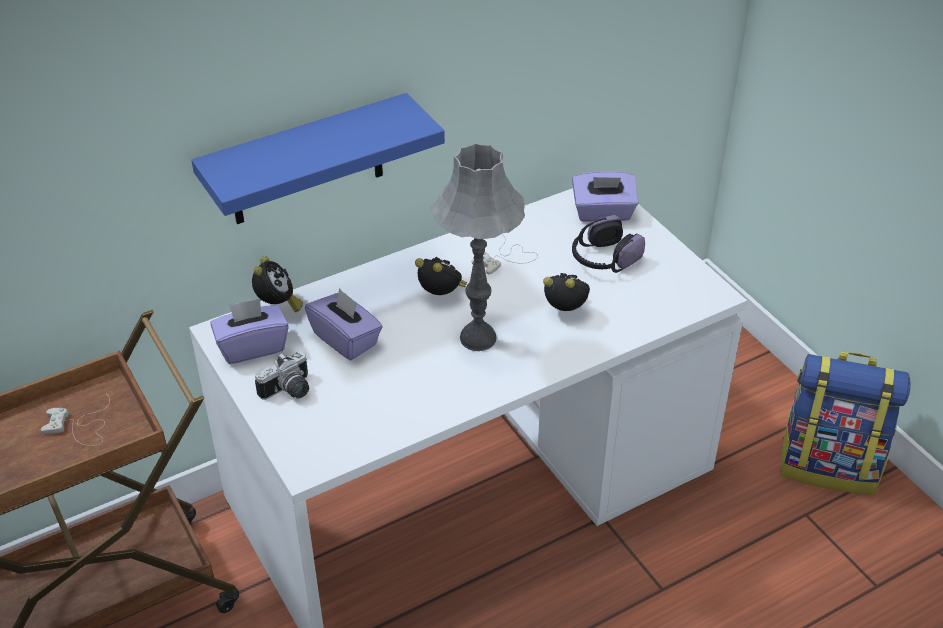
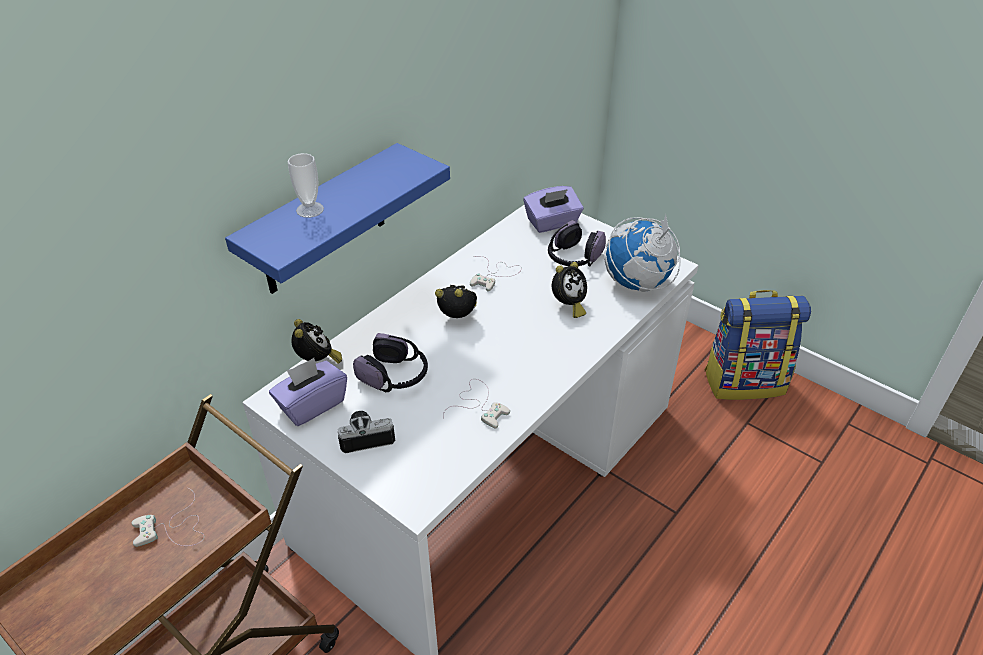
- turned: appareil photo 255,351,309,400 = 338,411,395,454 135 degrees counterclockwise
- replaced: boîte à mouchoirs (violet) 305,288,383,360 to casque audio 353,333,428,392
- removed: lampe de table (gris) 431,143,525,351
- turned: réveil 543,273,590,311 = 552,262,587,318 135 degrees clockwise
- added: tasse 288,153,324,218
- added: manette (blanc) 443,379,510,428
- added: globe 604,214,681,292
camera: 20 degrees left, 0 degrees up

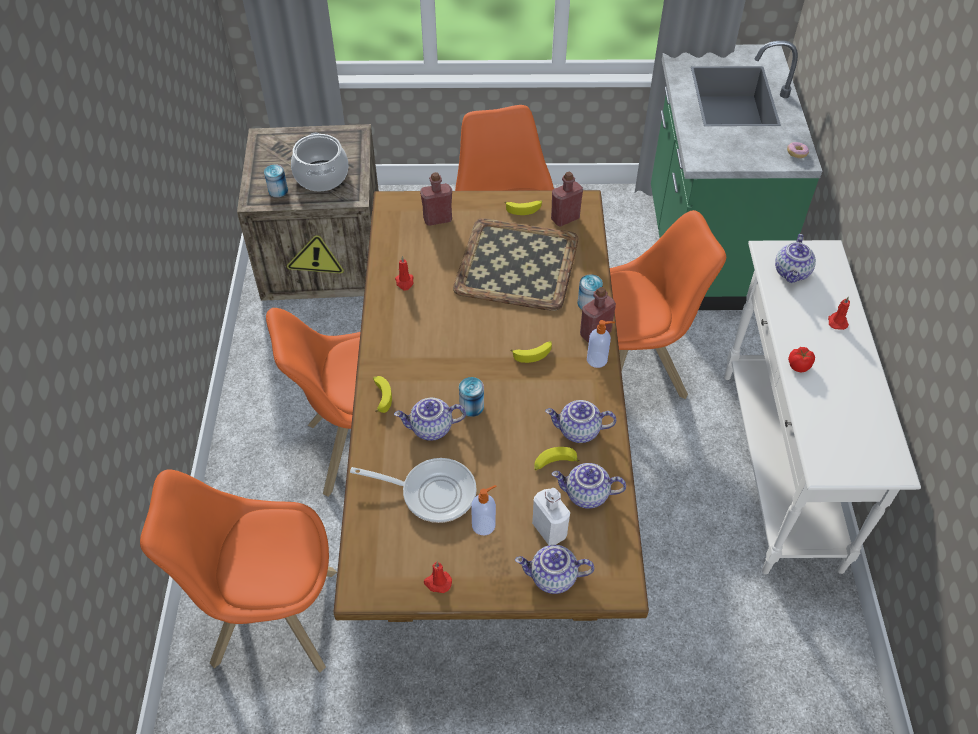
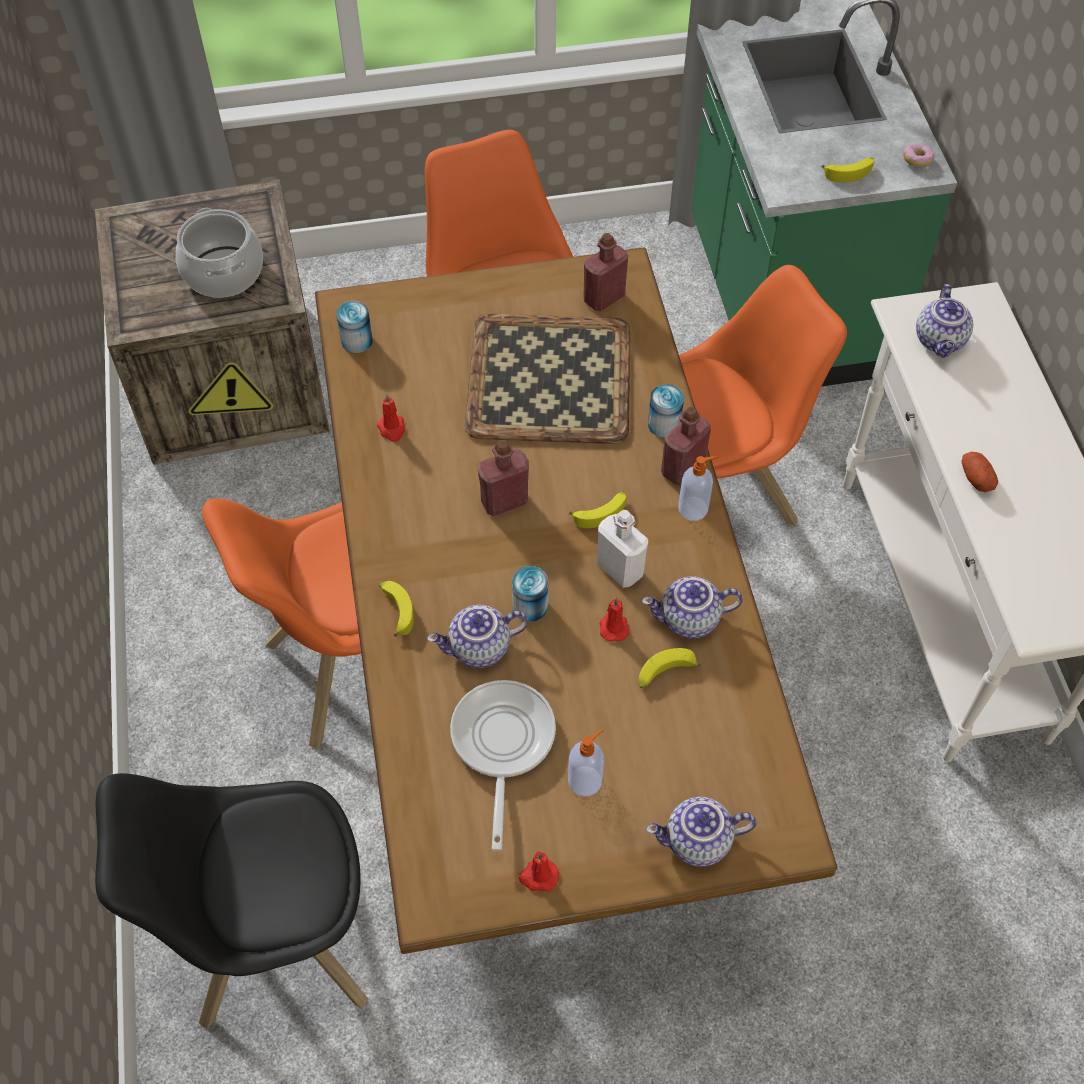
- recoloured: chaise (orange) 140,469,337,672 to chaise (noir) 95,773,368,1029
- moved: boîte métallique 264,164,288,198 to 336,301,373,353
- turned: poêle 350,458,477,523 = 450,680,556,851 90 degrees counterclockwise
- moved: bouteille (rouge) 420,172,452,226 to 478,440,529,516
- moved: banane 505,200,542,215 to 822,157,874,182
- moved: bouteille (blanc) 532,488,570,545 to 597,510,648,588
- removed: théière 552,463,626,509
- replaced: tomate 788,347,815,372 to pomme de terre 961,452,998,492
- moved: bougie (rouge) 828,296,850,330 to 600,597,630,642
camera: 10 degrees left, 5 degrees up

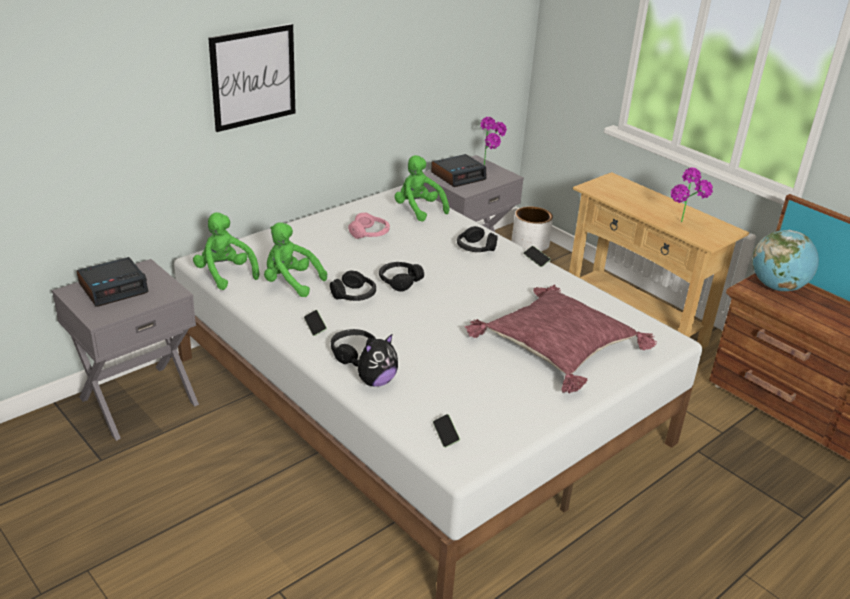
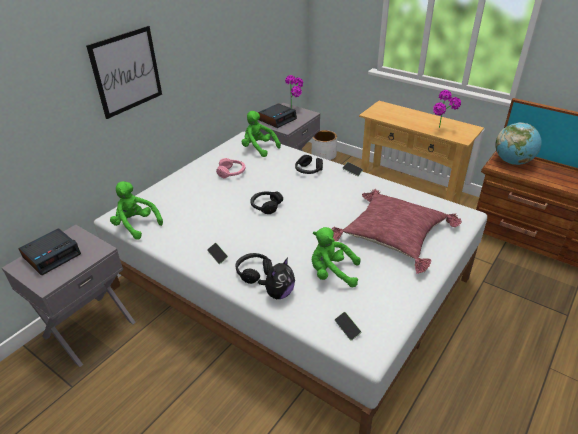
- moved: peluche (vert) 264,222,327,297 to 312,227,361,288
- removed: casque audio (noir) 330,271,376,301
camera: 10 degrees left, 5 degrees up

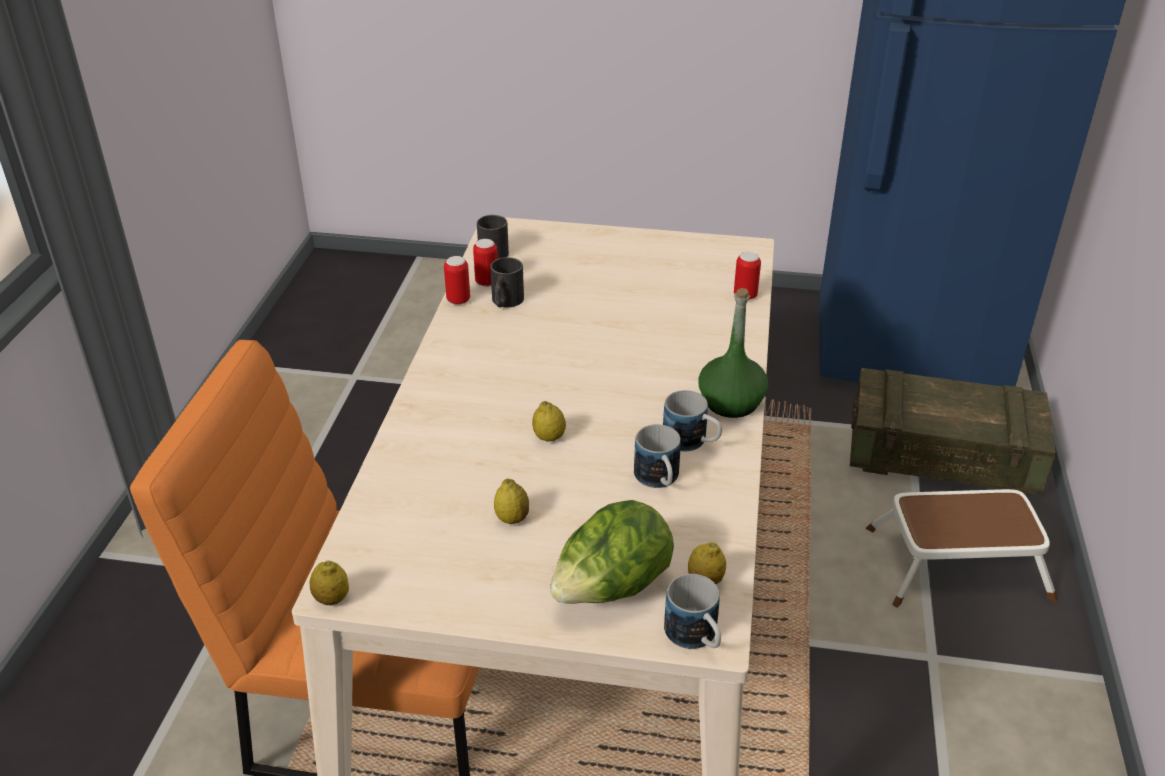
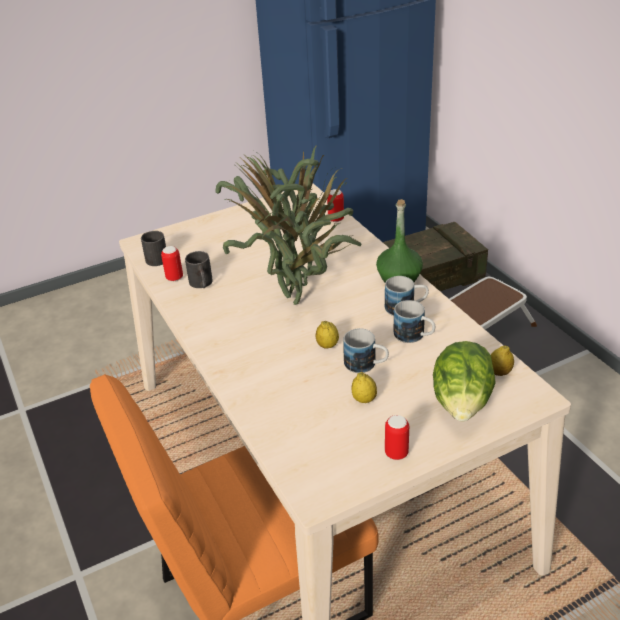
- removed: citron 310,561,349,605
- moved: boîte métallique 444,256,470,305 to 385,415,409,460
- moved: mug 664,574,721,649 to 343,328,389,373
- added: plante en pot 215,146,362,305
camera: 35 degrees left, 0 degrees up

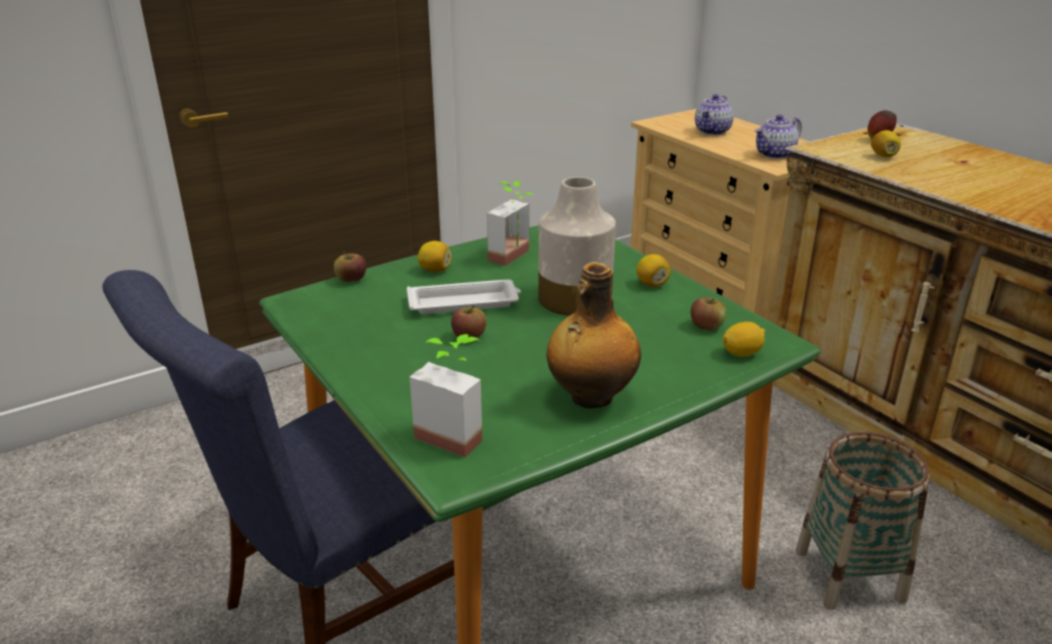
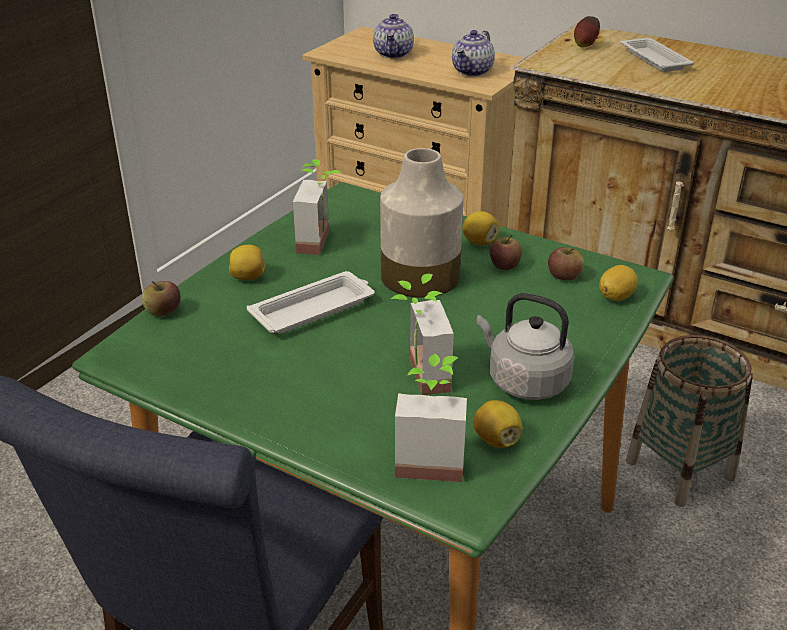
- moved: pomme 451,305,487,338 to 490,235,522,270
- replaced: bouteille 546,262,641,408 to bouilloire (gris) 476,293,574,400
- moved: citron 871,130,901,157 to 473,400,523,448
- added: plante en pot 391,273,454,395
- added: plateau (blanc) 621,38,694,72
camera: 25 degrees left, 5 degrees up

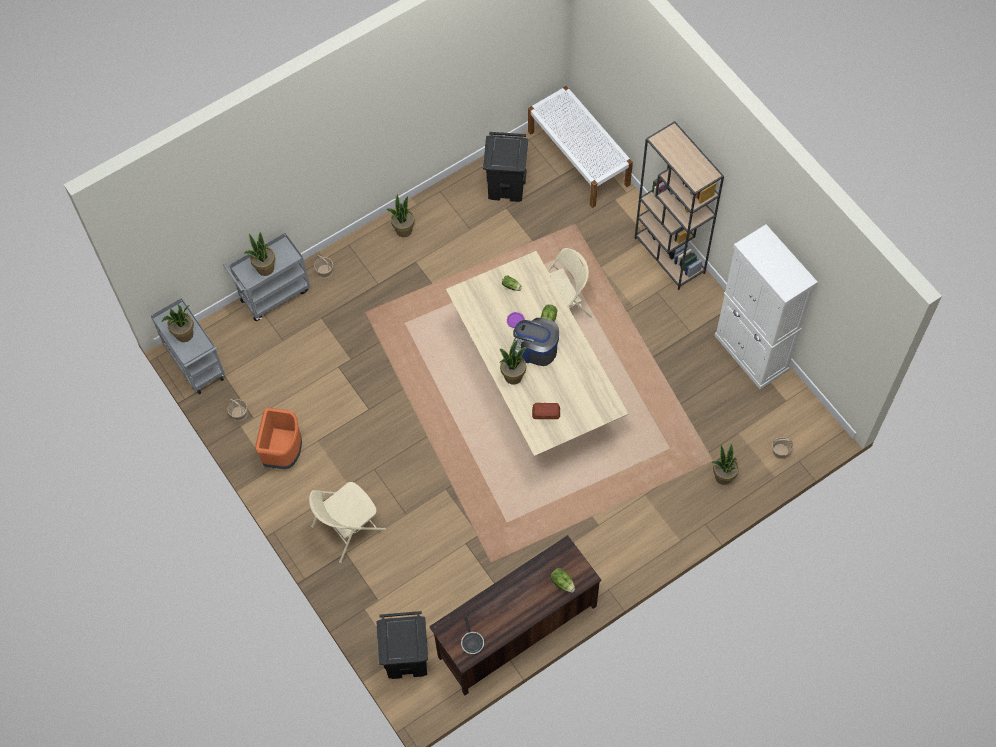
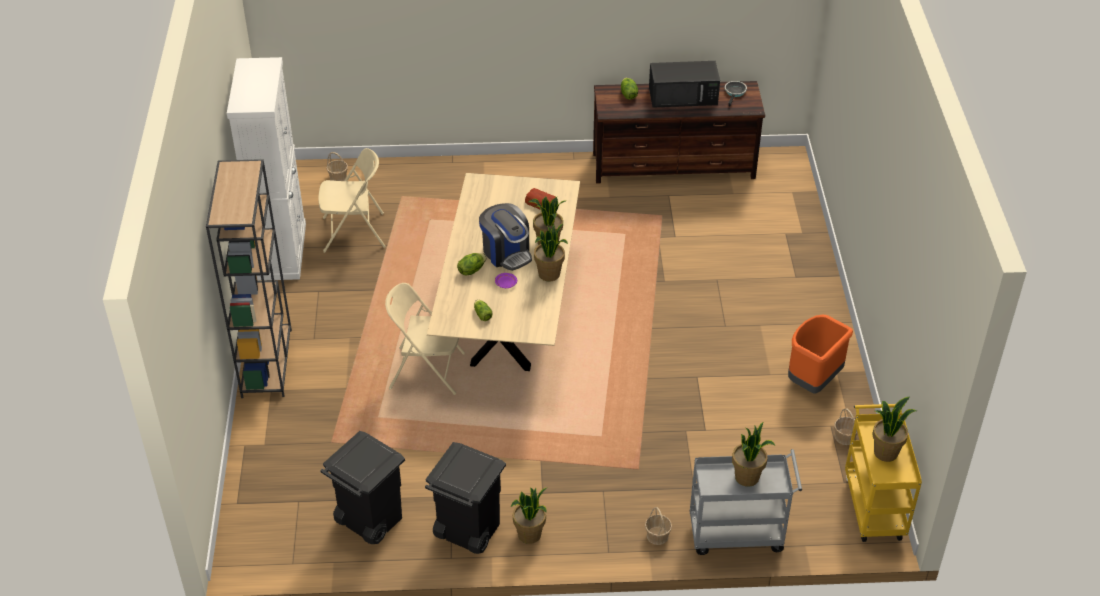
- recoloured: chariot (gris) 151,298,225,395 to chariot (jaune) 845,404,922,542
- moved: chaise (beige) 309,482,386,563 to 318,148,385,253
- moved: poubelle (noir) 376,611,428,679 to 425,442,506,554
- removed: banc (blanc) 528,85,633,208
- moved: plante en pot 711,444,739,485 to 534,224,568,281
- added: micro-ondes (noir) 649,61,720,108
camera: 150 degrees left, 20 degrees down

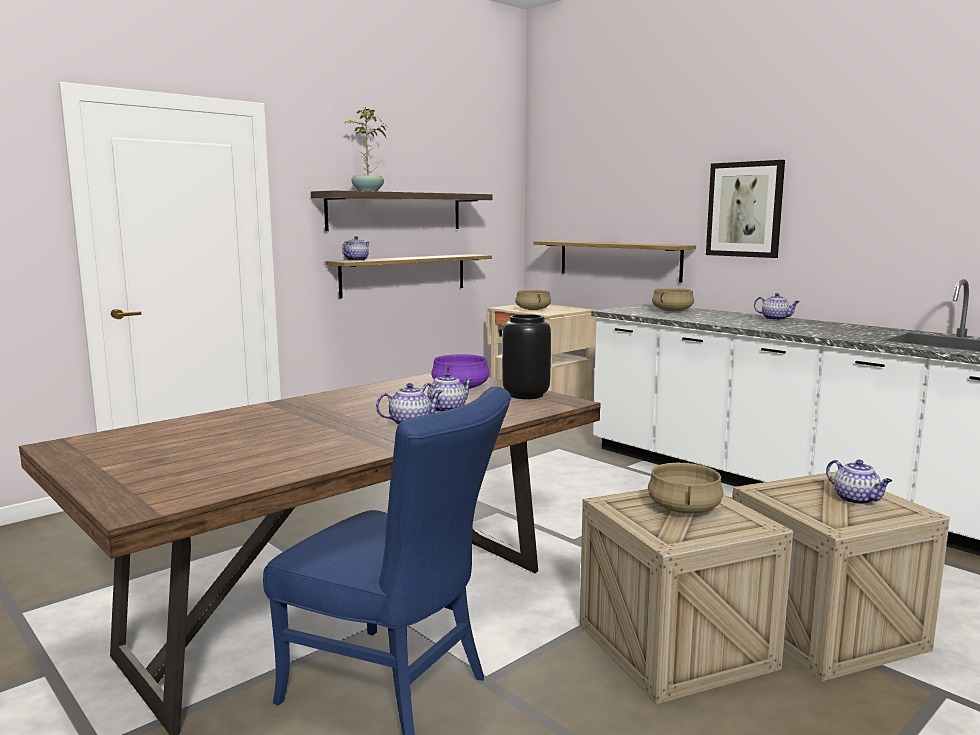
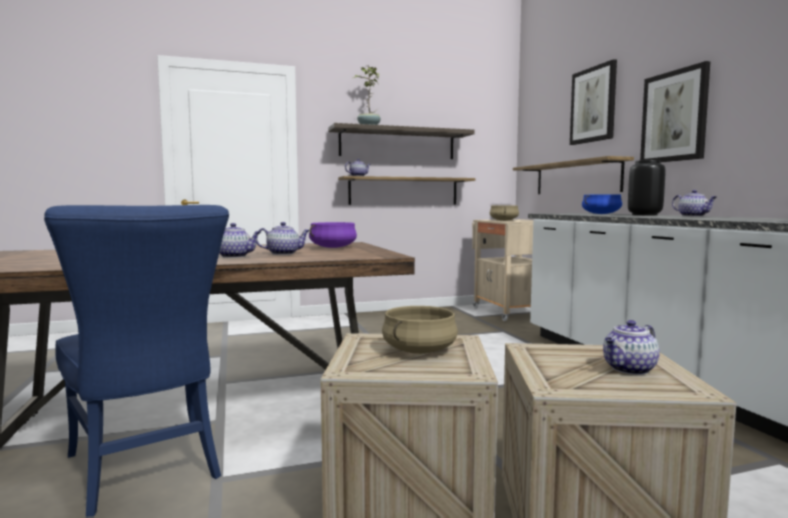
- moved: vase (noir) 502,314,551,399 to 628,160,665,215
- recoloured: marmite (beige) 652,288,694,312 to marmite (bleu) 582,194,622,214
- turned: théière 826,460,892,505 = 603,320,660,375 60 degrees clockwise
- added: tableau 570,59,617,145
camera: 25 degrees right, 5 degrees down

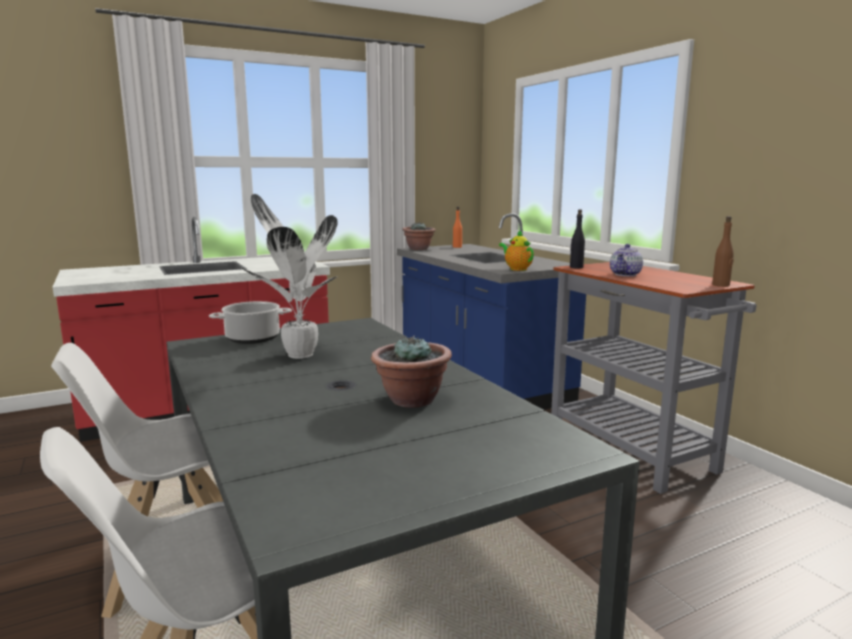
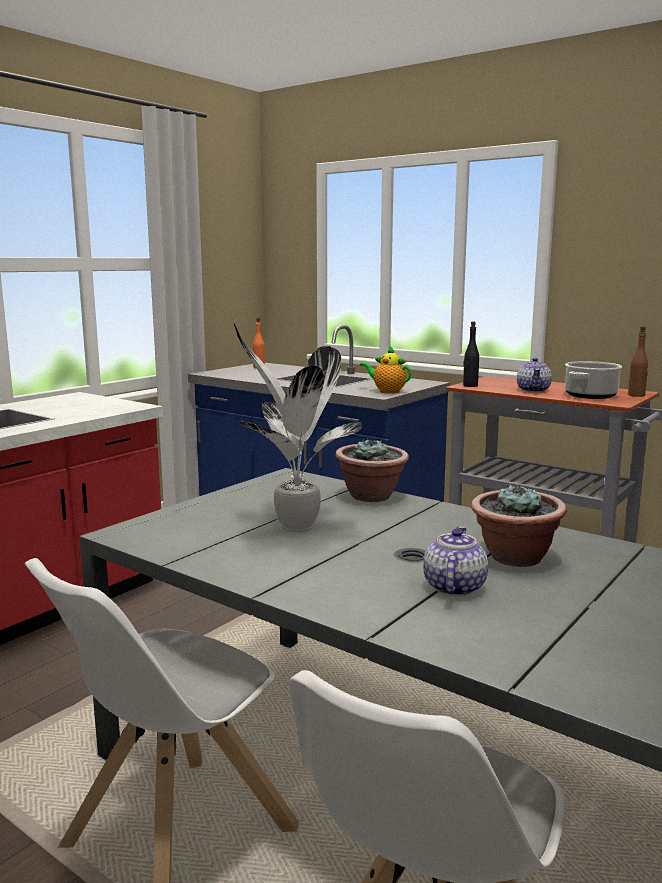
- moved: marmite 209,301,292,344 to 565,361,622,399
- moved: plante en pot 402,222,436,250 to 335,438,409,502
- added: théière 423,526,488,596
camera: 25 degrees left, 0 degrees up

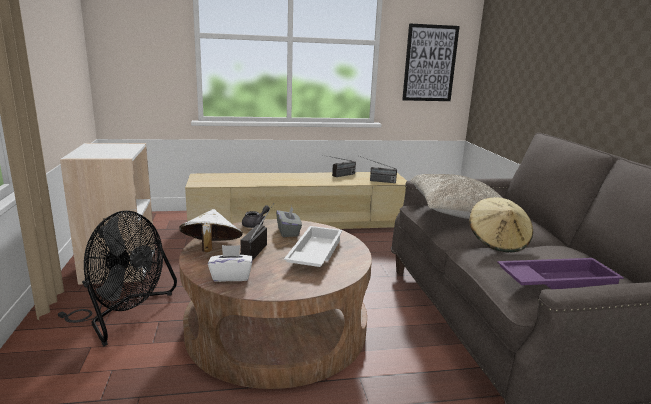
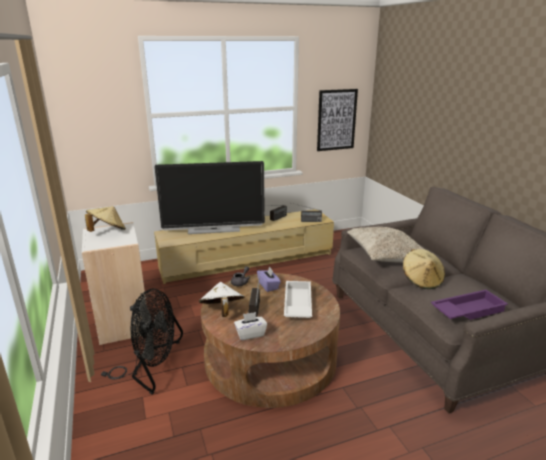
- recoloured: boîte à mouchoirs (gris) 276,206,302,237 to boîte à mouchoirs (violet) 257,266,281,292
- added: chapeau (beige) 85,206,126,232
- added: téléviseur 154,161,265,234
camera: 10 degrees left, 5 degrees up

